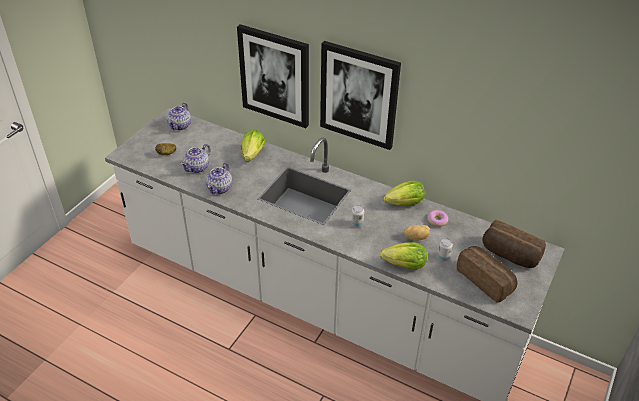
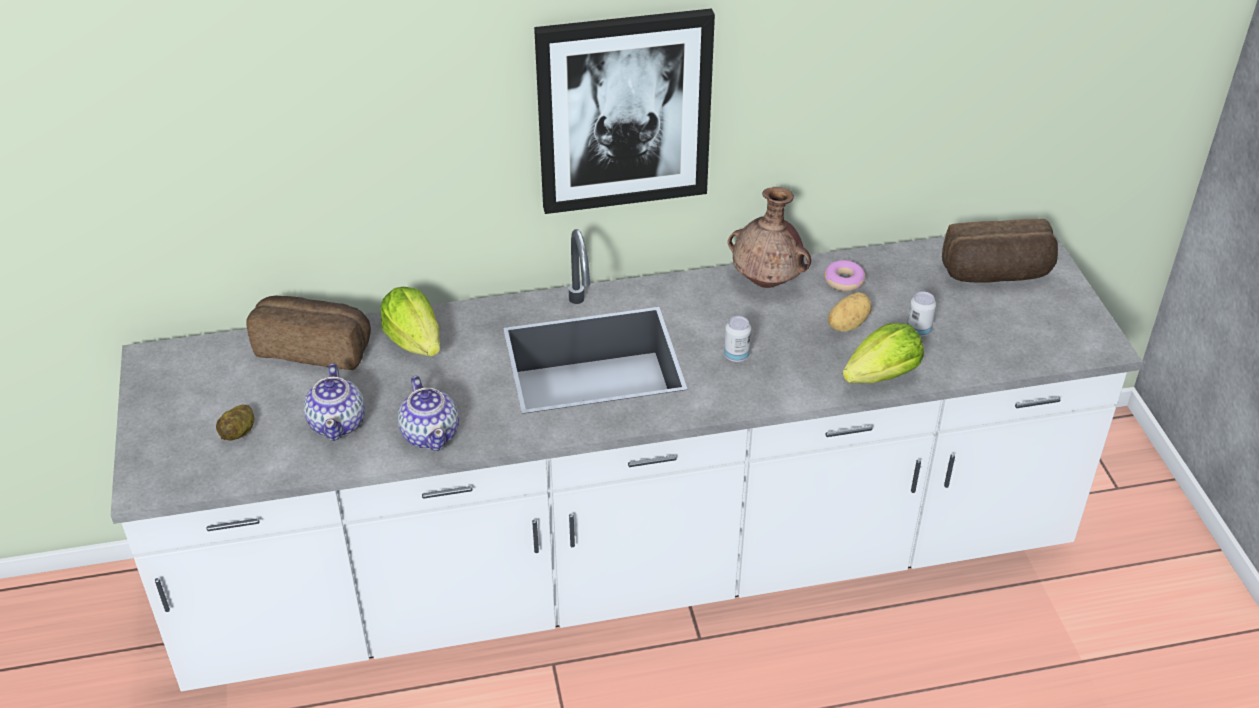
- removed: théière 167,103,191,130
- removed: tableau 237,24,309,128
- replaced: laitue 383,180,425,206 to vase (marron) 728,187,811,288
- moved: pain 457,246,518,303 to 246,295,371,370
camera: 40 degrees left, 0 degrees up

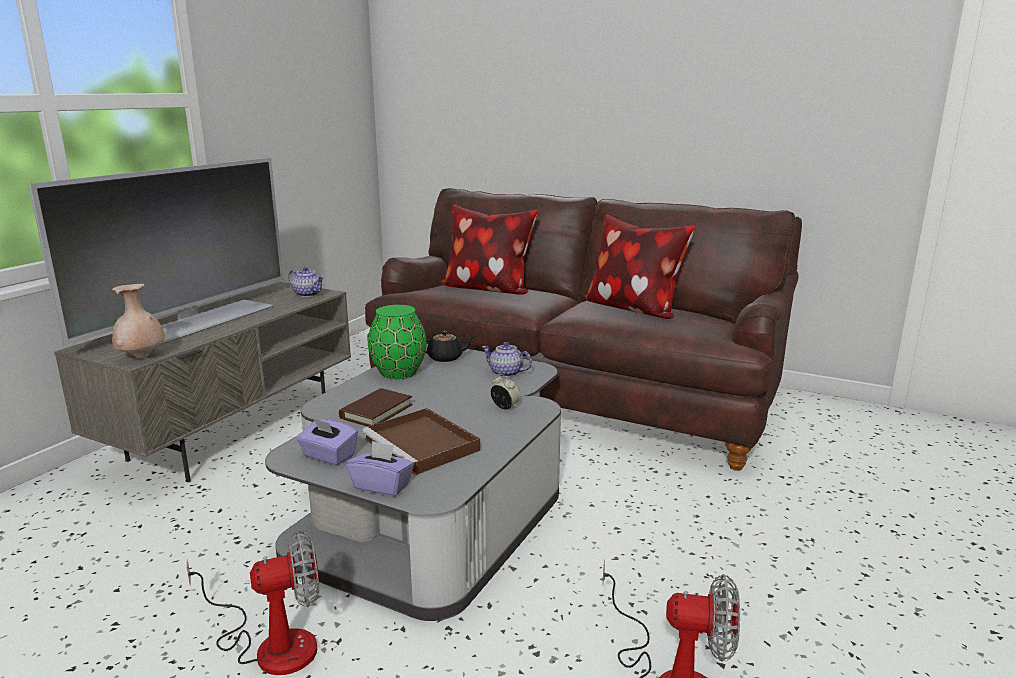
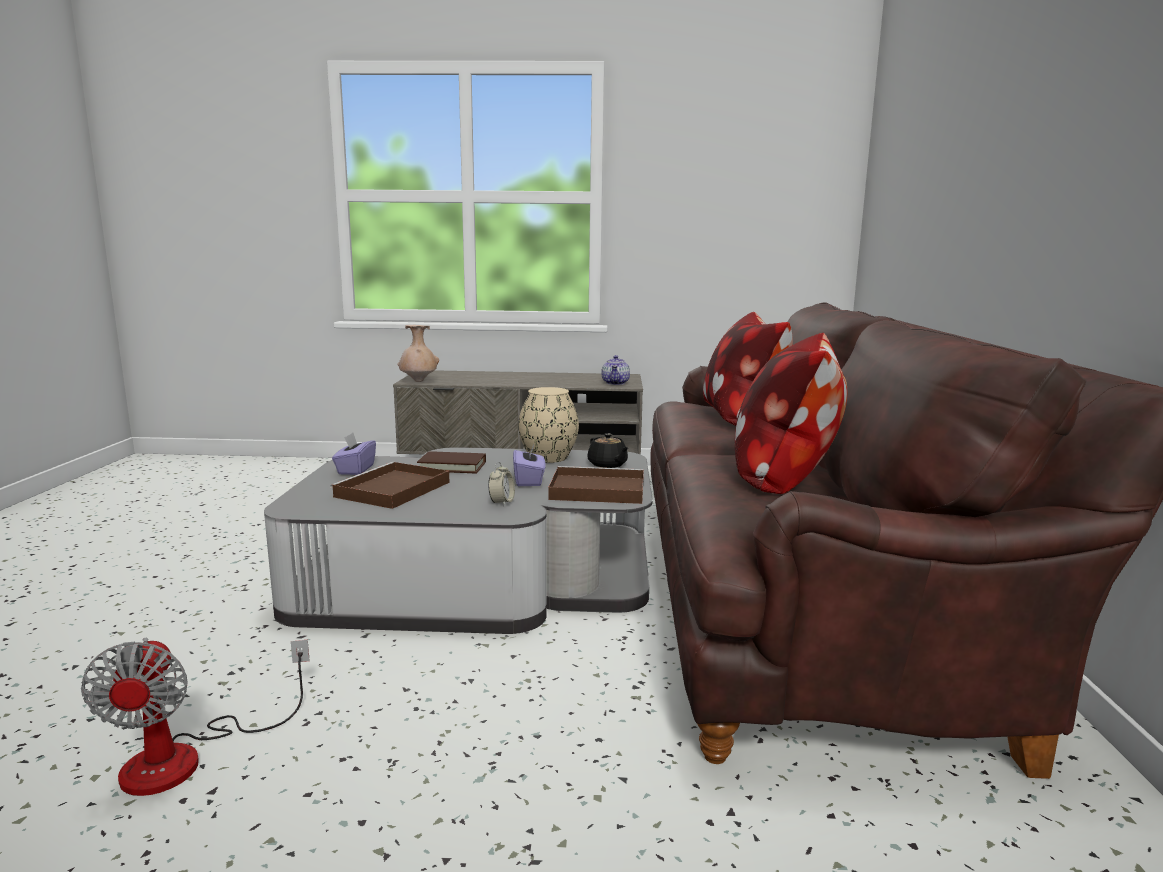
- removed: téléviseur 29,158,284,346
- removed: ventilateur 187,531,319,675
- moved: boîte à mouchoirs (violet) 346,441,414,496 to 513,444,545,486
- recoloured: vase (vert) 368,305,427,379 to vase (beige) 518,387,579,463
- replaced: théière 482,342,532,377 to plateau (marron) 548,466,644,504
camera: 65 degrees right, 5 degrees down

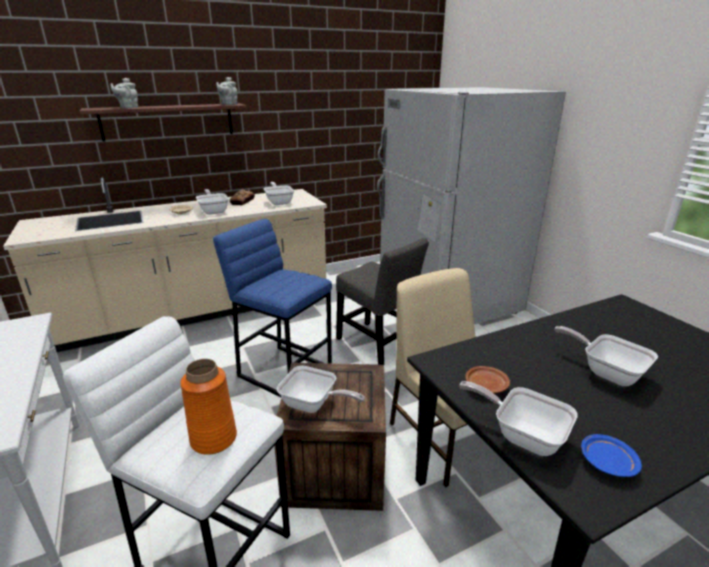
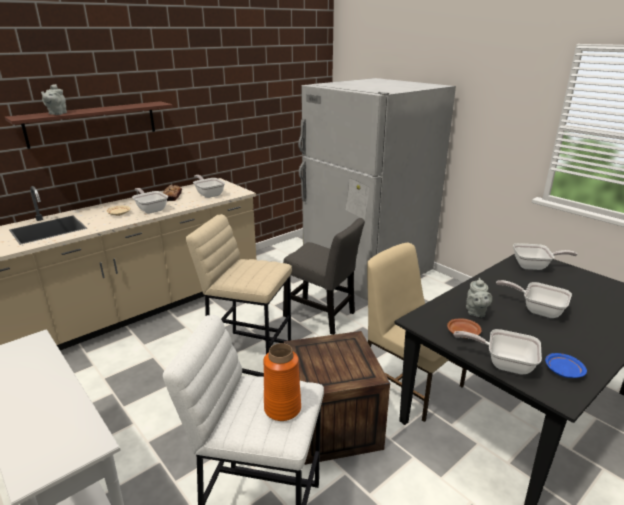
- recoloured: tabouret (bleu) 213,219,332,397 to tabouret (beige) 186,214,292,377
- moved: théière (gris) 216,77,237,105 to 466,278,492,317
- moved: poêle 277,366,365,413 to 513,243,577,270
camera: 15 degrees left, 0 degrees up

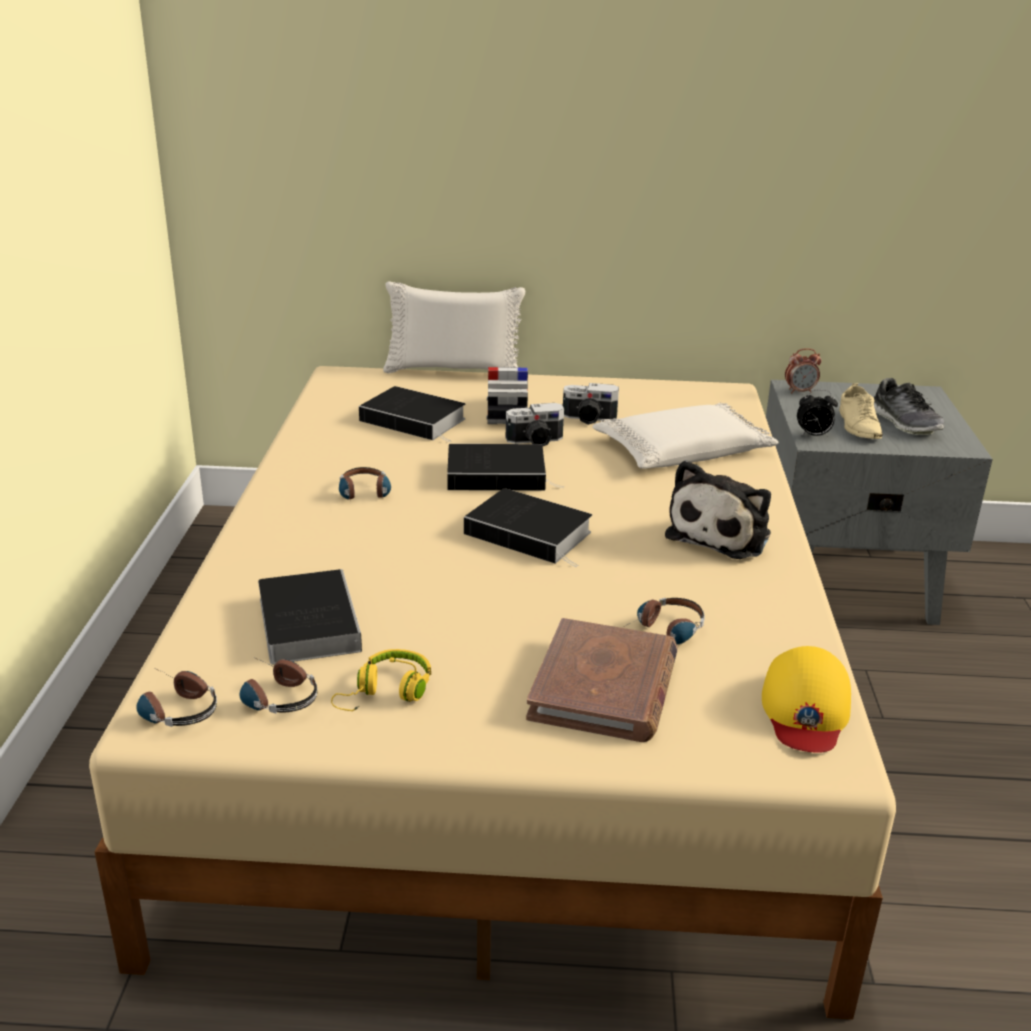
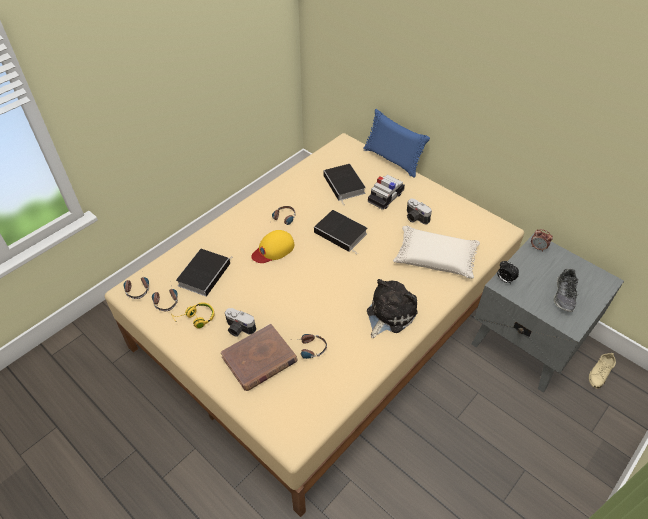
- recoloured: coussin (blanc) 383,281,525,373 to coussin (bleu) 363,109,430,178
- removed: livre 464,488,592,567
- moved: appareil photo 505,403,564,446 to 225,308,256,337
- turned: peluche 665,460,771,559 = 367,279,418,338 150 degrees clockwise
- moved: casquette (jaune) 762,646,851,753 to 251,230,294,263
- moved: chaussure (beige) 839,383,883,439 to 589,353,616,389
camera: 40 degrees right, 20 degrees up

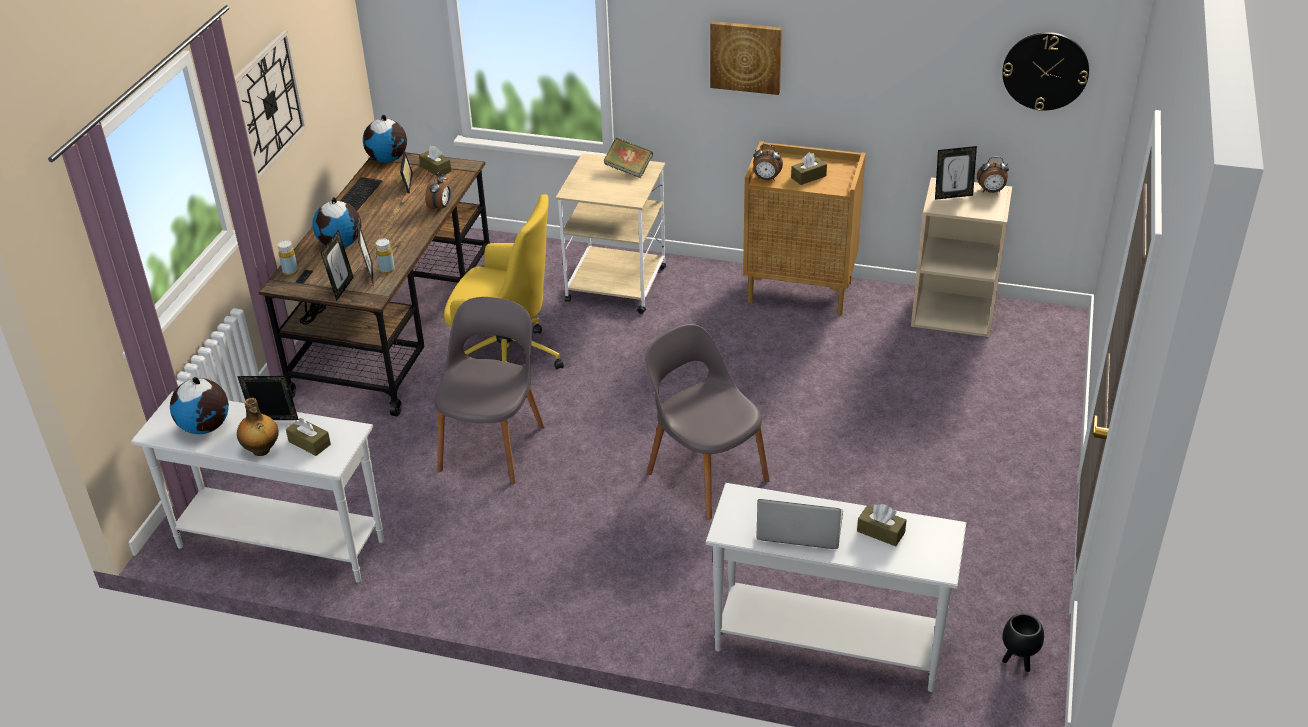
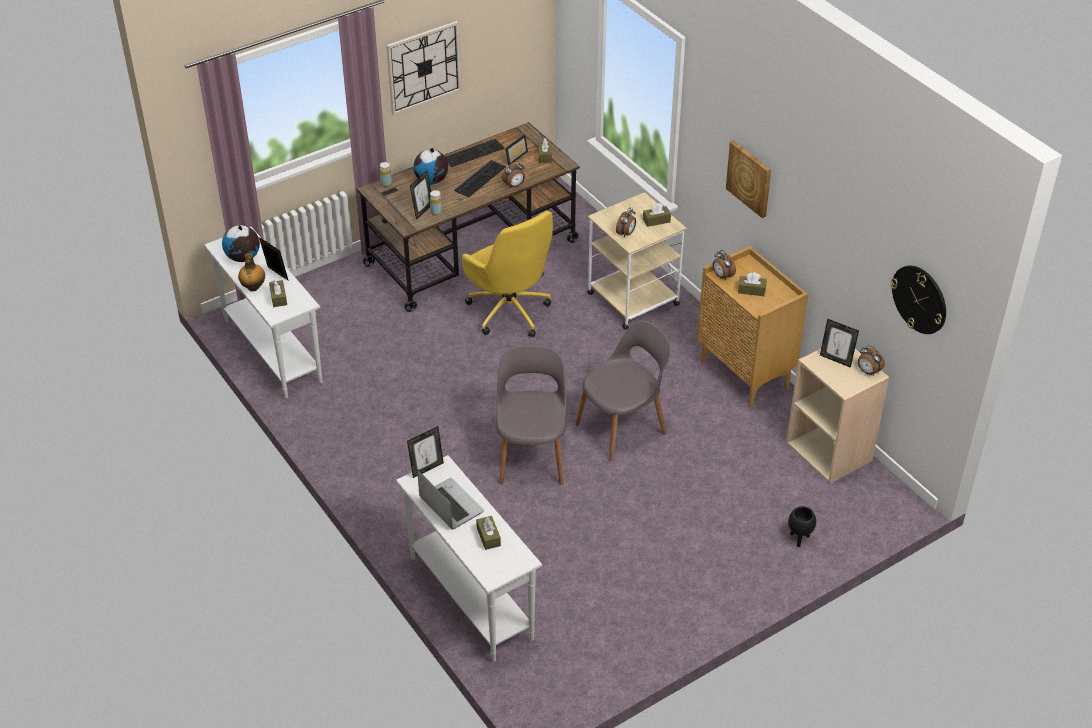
- moved: cadre photo 321,230,354,301 to 407,426,444,478
- removed: globe 363,115,407,163
- moved: chaise (gris) 435,297,544,484 to 575,320,671,461
- replaced: livre 604,138,653,178 to boîte à mouchoirs (marron) 643,203,671,227
- moved: cache-pot (noir) 1002,613,1044,672 to 788,506,816,547
- added: clavier 454,160,506,197
- added: réveil 616,208,636,237
camera: 40 degrees right, 5 degrees up

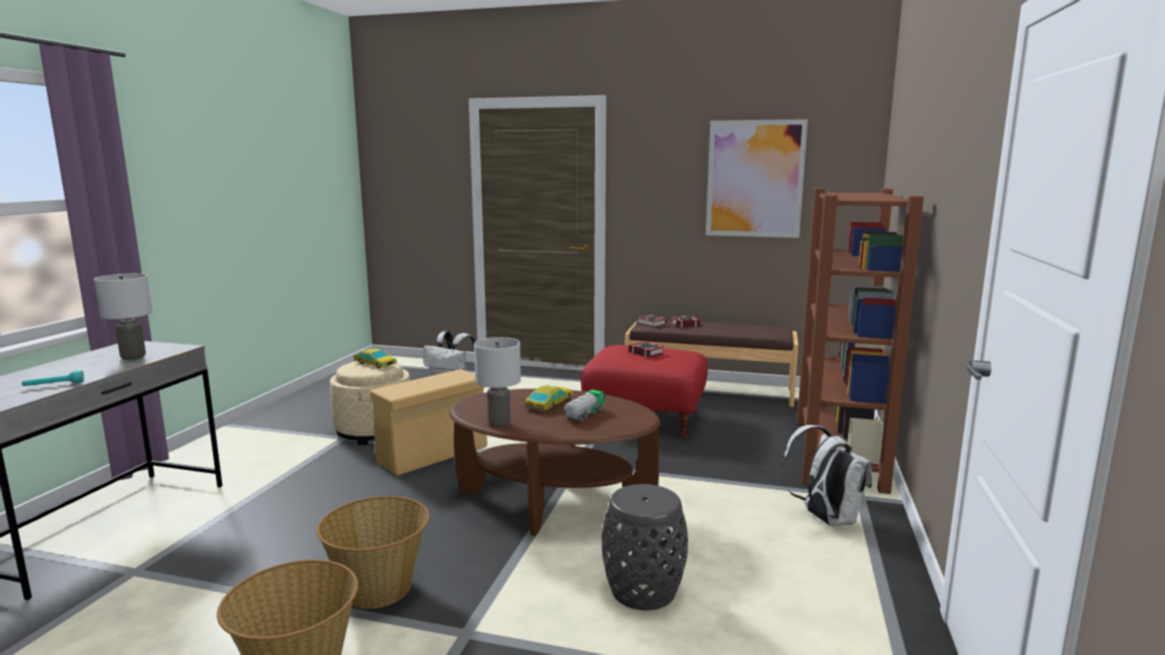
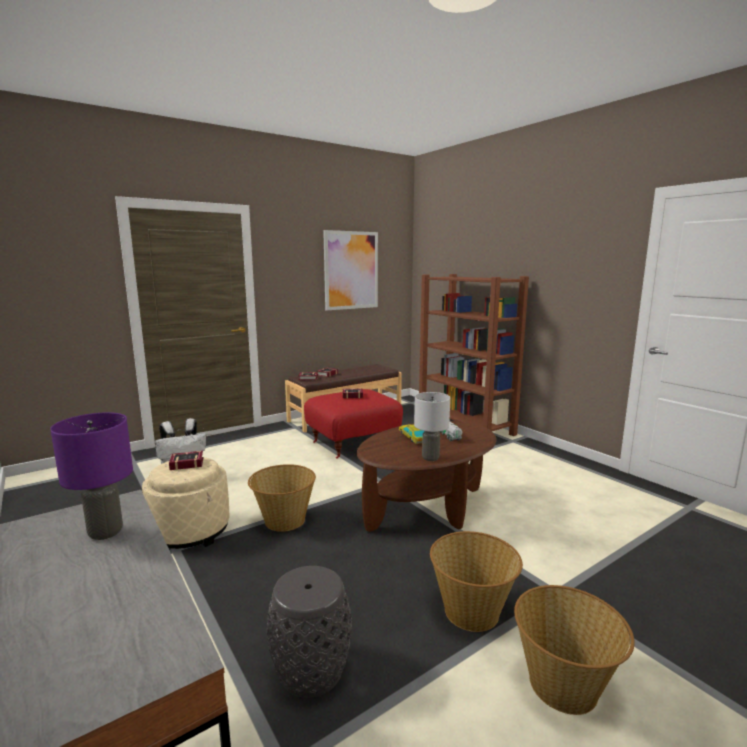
- removed: lampe de poche (turquoise) 22,370,84,386
- recoloured: lampe de table (blanc) 94,273,152,360 to lampe de table (violet) 50,412,133,540
- replaced: petite voiture 354,348,397,368 to livre 169,451,203,470
- replaced: boîte de rangement (beige) 370,369,487,476 to panier 248,464,316,532
- moved: tabouret (gris) 602,484,688,610 to 267,566,352,698
- removed: sac à dos (blanc) 781,425,872,527
camera: 50 degrees left, 0 degrees up

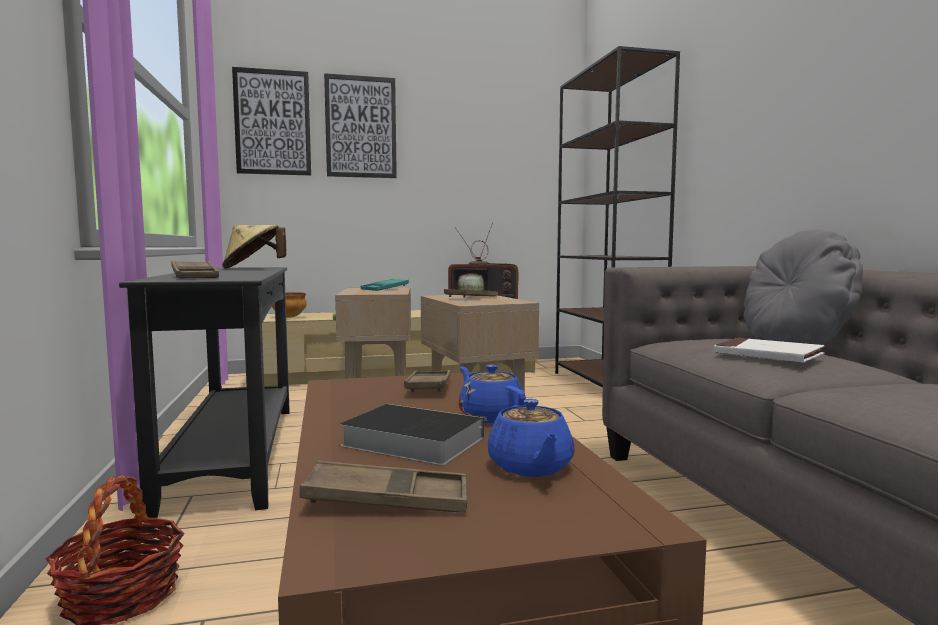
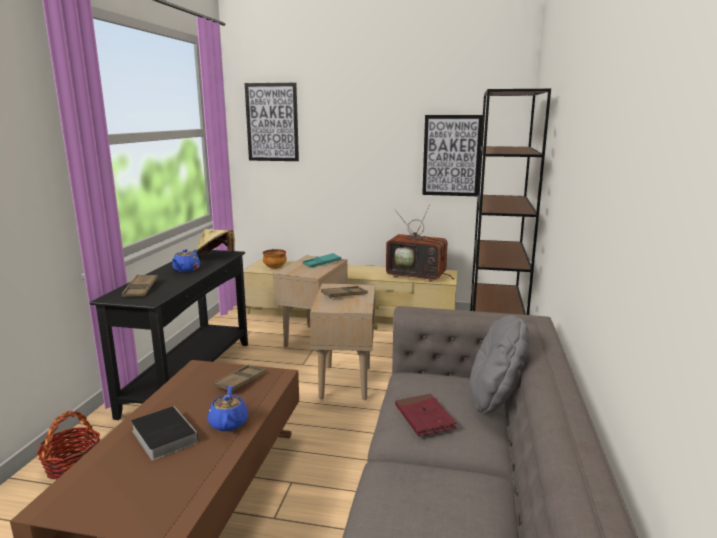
- removed: plateau (marron) 300,461,467,513
- moved: tableau 324,73,397,178 to 422,115,483,196
- moved: théière (bleu) 488,399,575,476 to 172,249,200,272
- recoloured: livre (blanc) 714,338,825,363 to livre (rouge) 395,394,457,436
camera: 25 degrees right, 10 degrees up

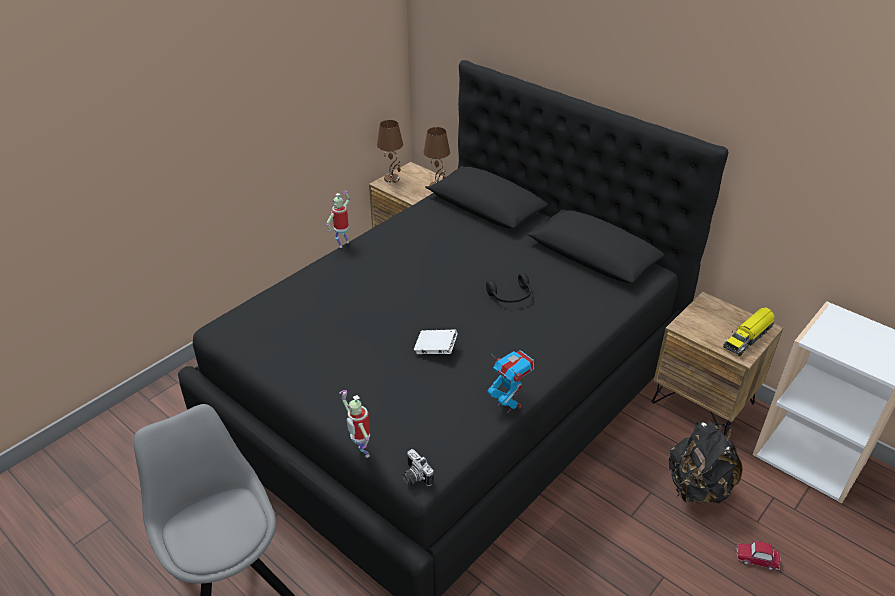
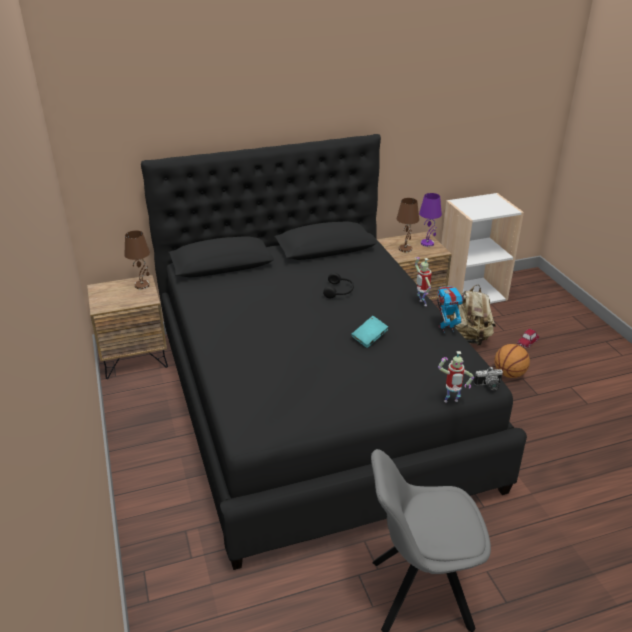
- moved: robot jouet 326,191,350,248 to 415,257,432,306
- moved: lampe de table (marron) 377,120,403,183 to 397,198,419,252
- recoloured: livre (blanc) 414,330,457,354 to livre (turquoise) 351,316,388,348
- recoloured: sac à dos (noir) 669,422,742,504 to sac à dos (beige) 447,285,496,346
- replaced: camion jouet 723,307,775,356 to lampe de table (violet) 419,193,442,247
- added: ballon de basket 495,344,530,378
camera: 60 degrees left, 5 degrees down

